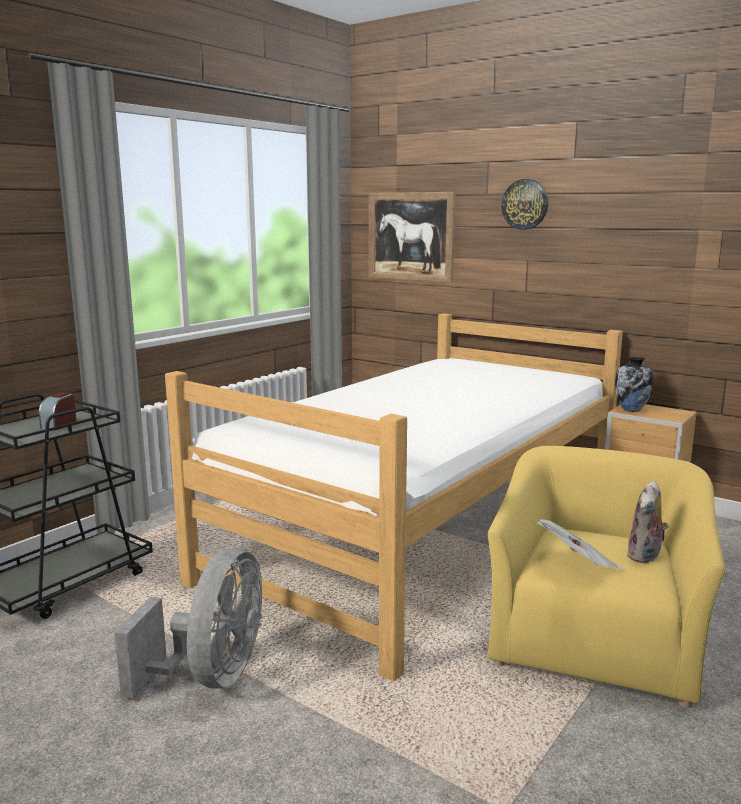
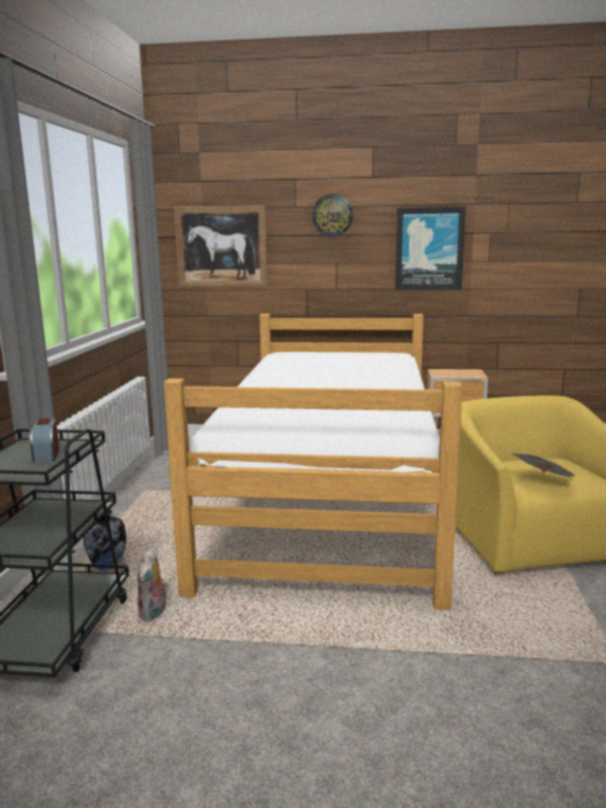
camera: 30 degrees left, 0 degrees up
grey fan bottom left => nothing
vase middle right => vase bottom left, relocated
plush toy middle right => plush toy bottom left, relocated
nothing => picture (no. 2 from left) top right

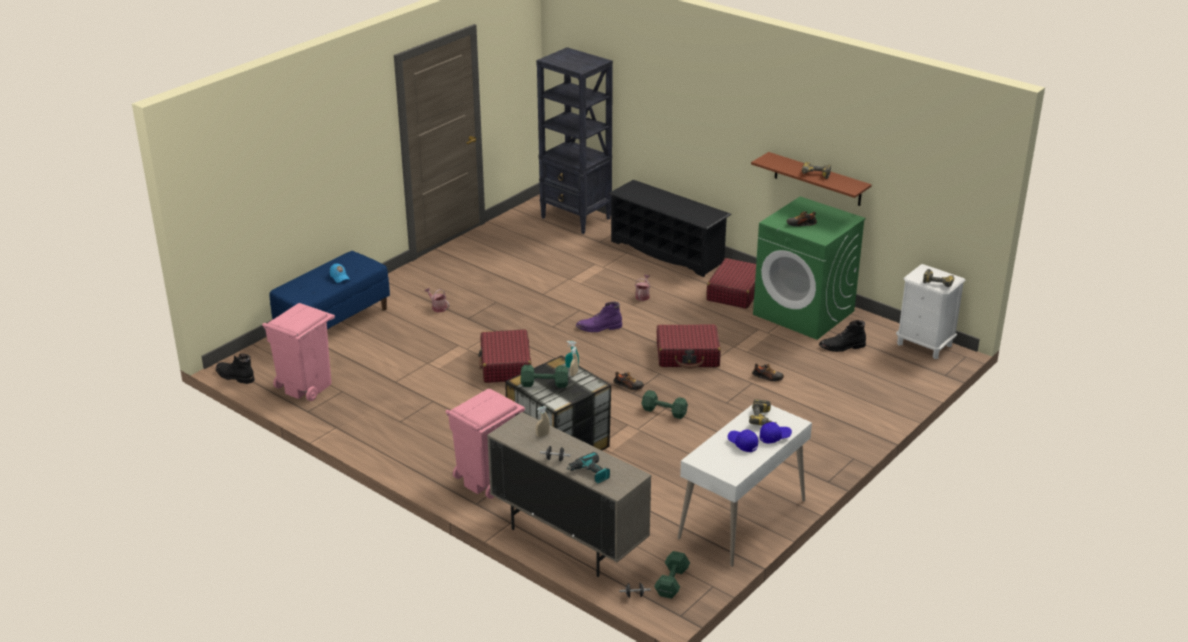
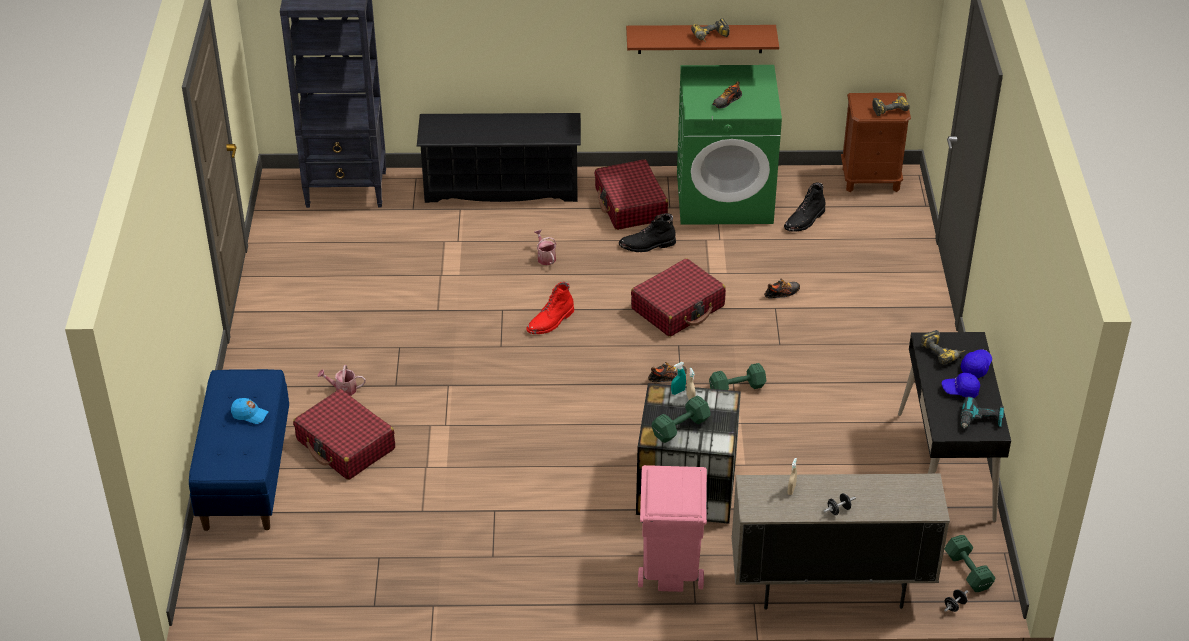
camera: 40 degrees left, 10 degrees up
black boot (no. 1 from left) middle left => black boot (no. 1 from left) centre, relocated
pink trash can (no. 1 from left) middle left => nothing
red suitcase (no. 1 from left) centre => red suitcase (no. 1 from left) bottom left, relocated
power drill (no. 1 from left in the first image) bottom centre => power drill (no. 4 from left) middle right, relocated
purple boot centre => red boot centre
white desk bottom centre => black desk middle right
white nightstand middle right => brown nightstand top right

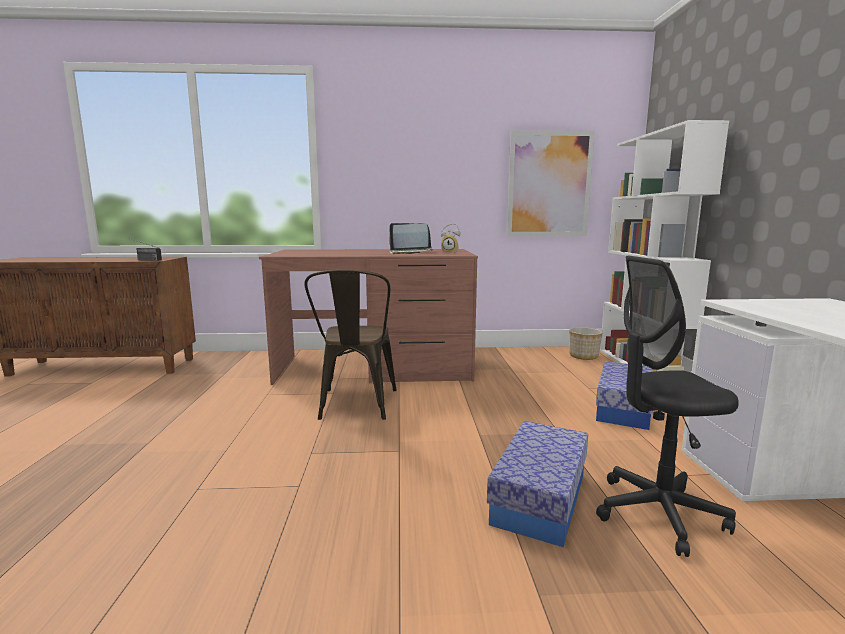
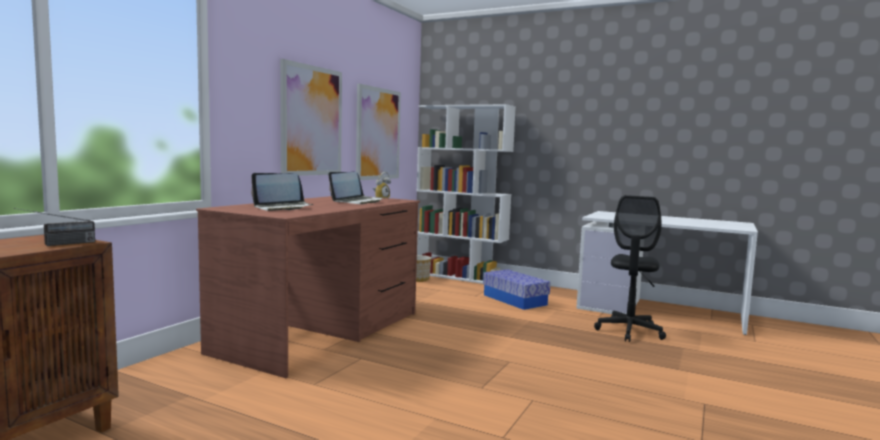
camera: 60 degrees left, 5 degrees down
brown chair centre => nothing
storage box (no. 1 from left) bottom centre => nothing
nothing => laptop (no. 1 from left) middle left
nothing => picture (no. 1 from left) top centre

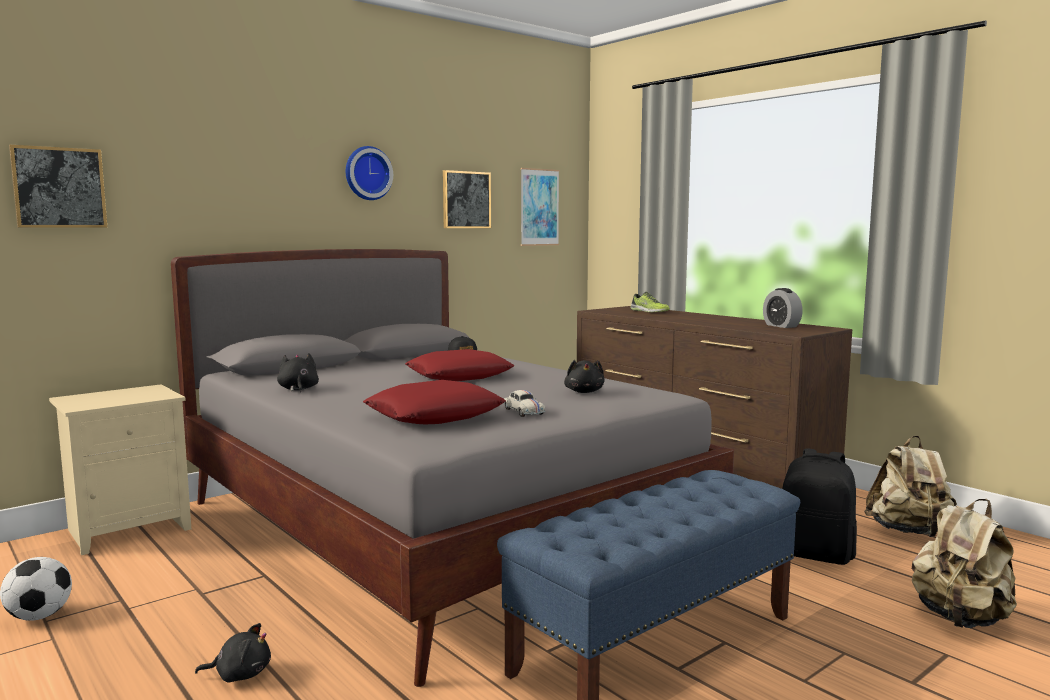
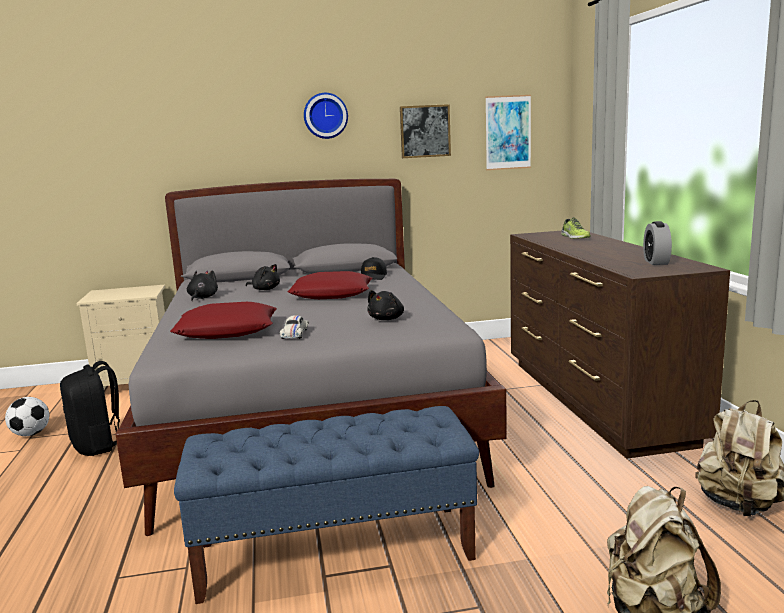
camera: 30 degrees right, 5 degrees up
picture (no. 1 from left) top left => nothing
black plush toy (no. 1 from left in the first image) bottom left => black plush toy (no. 2 from left) centre, relocated
black backpack bottom right => black backpack middle left, relocated

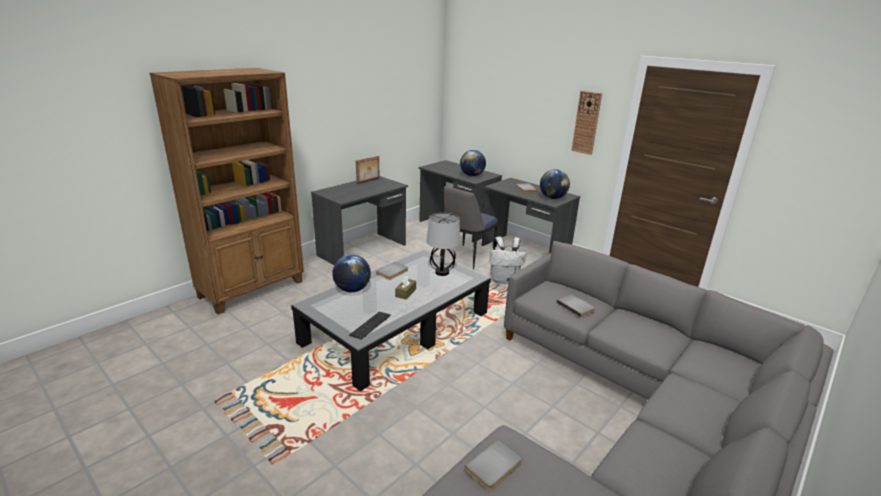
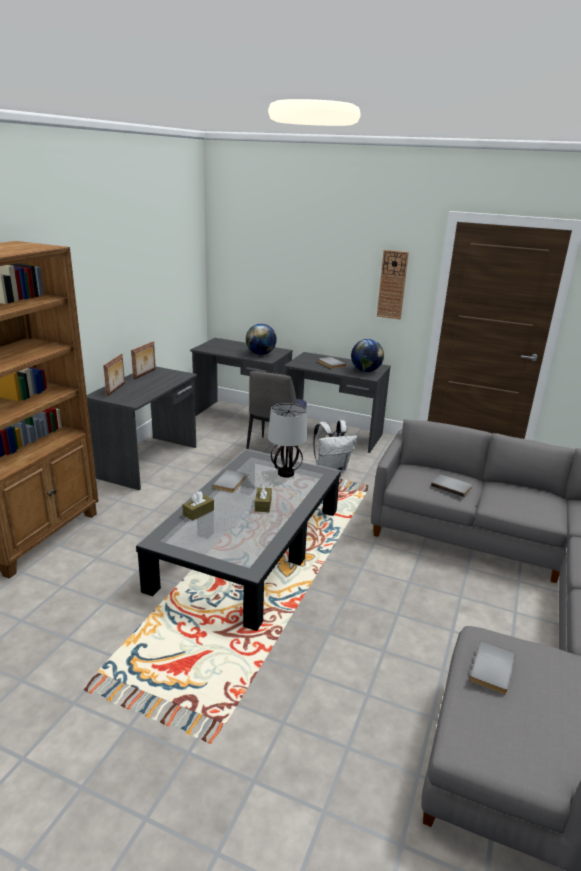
camera: 20 degrees left, 0 degrees up
globe (no. 1 from left) centre => brown tissue box (no. 1 from left) centre
keyboard centre => nothing
nothing => picture frame (no. 1 from left) middle left

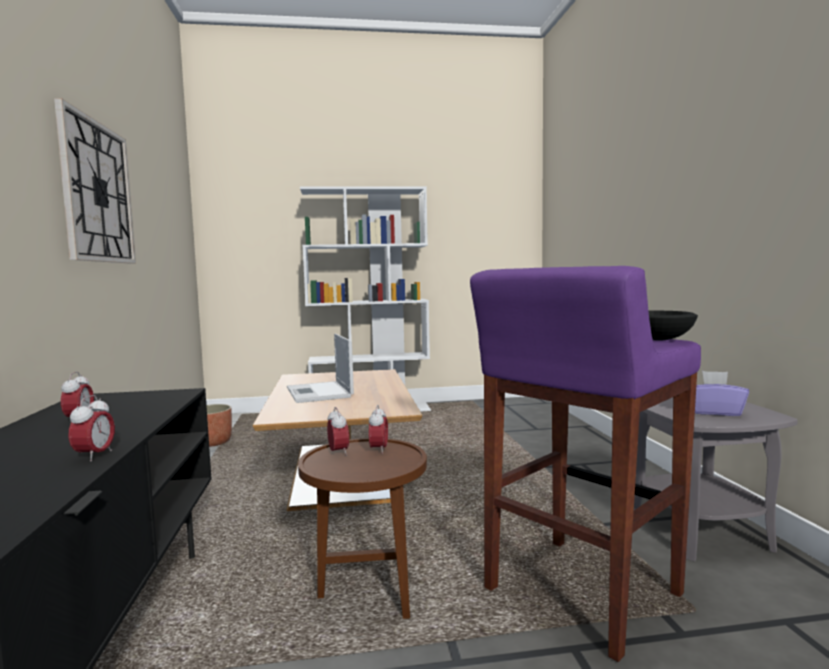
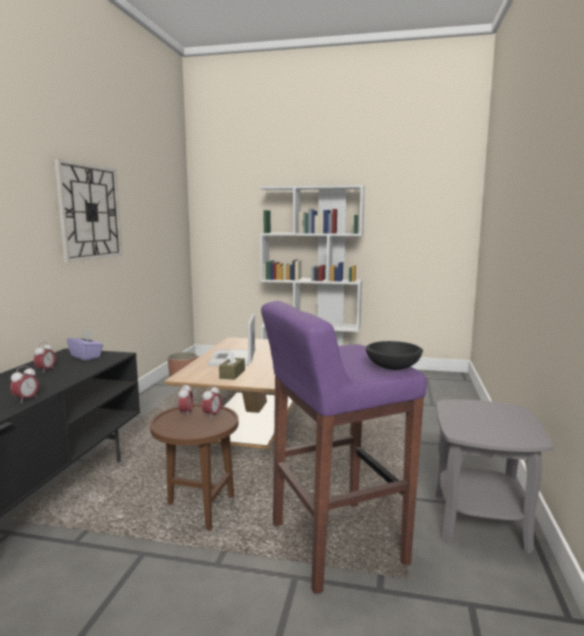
camera: 20 degrees right, 5 degrees up
purple tissue box middle right => purple tissue box middle left, relocated
nothing => brown tissue box centre

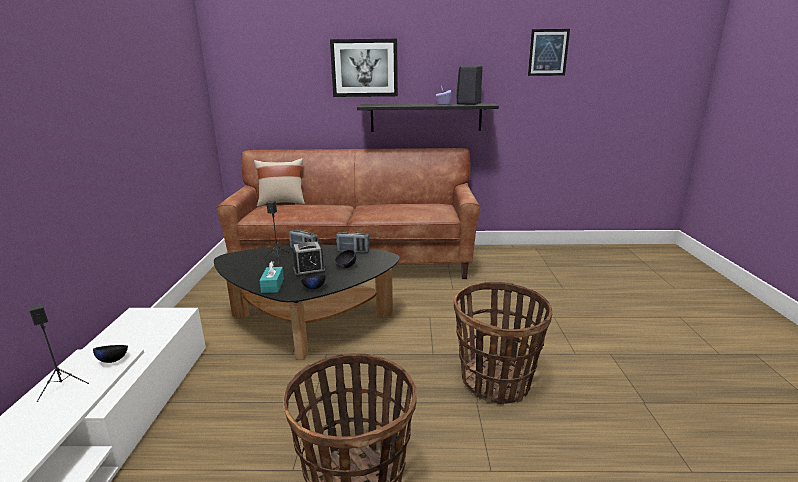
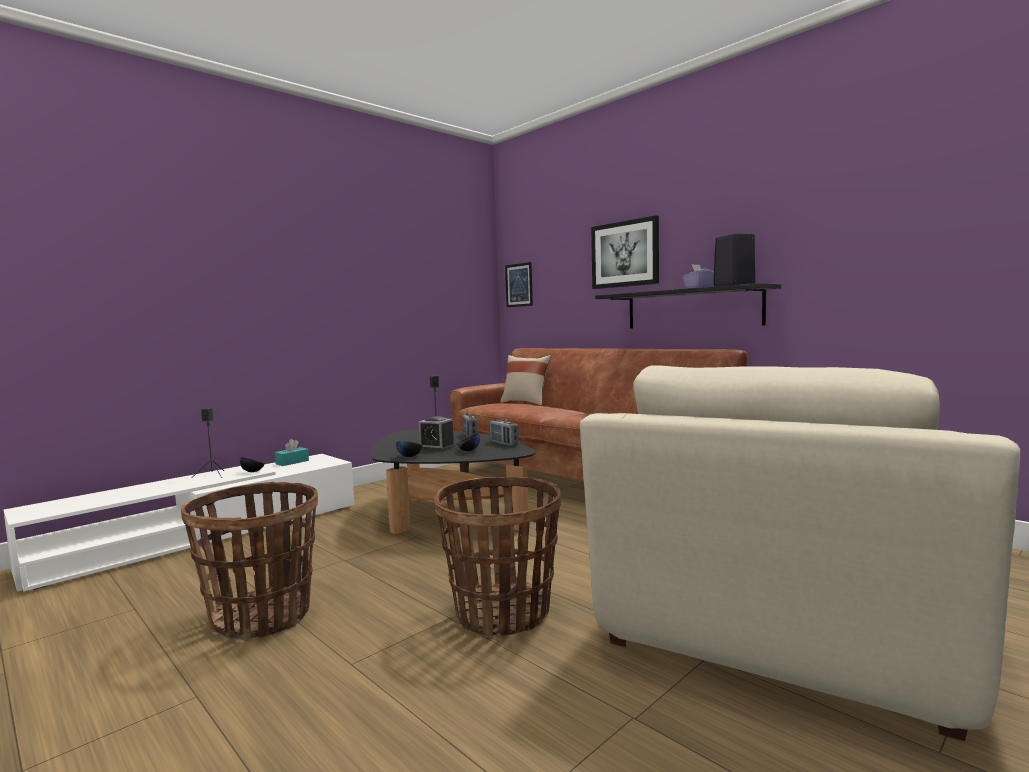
camera: 45 degrees right, 15 degrees down
turquoise tissue box centre => turquoise tissue box middle left, relocated
picture (no. 2 from left in the first image) top right => picture (no. 1 from left) centre, relocated
nothing => beige armchair bottom right

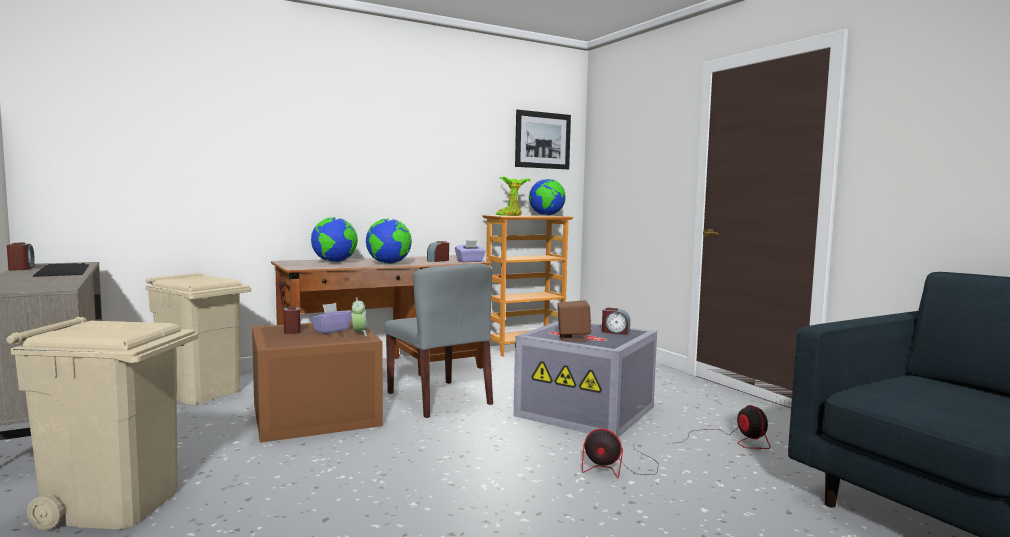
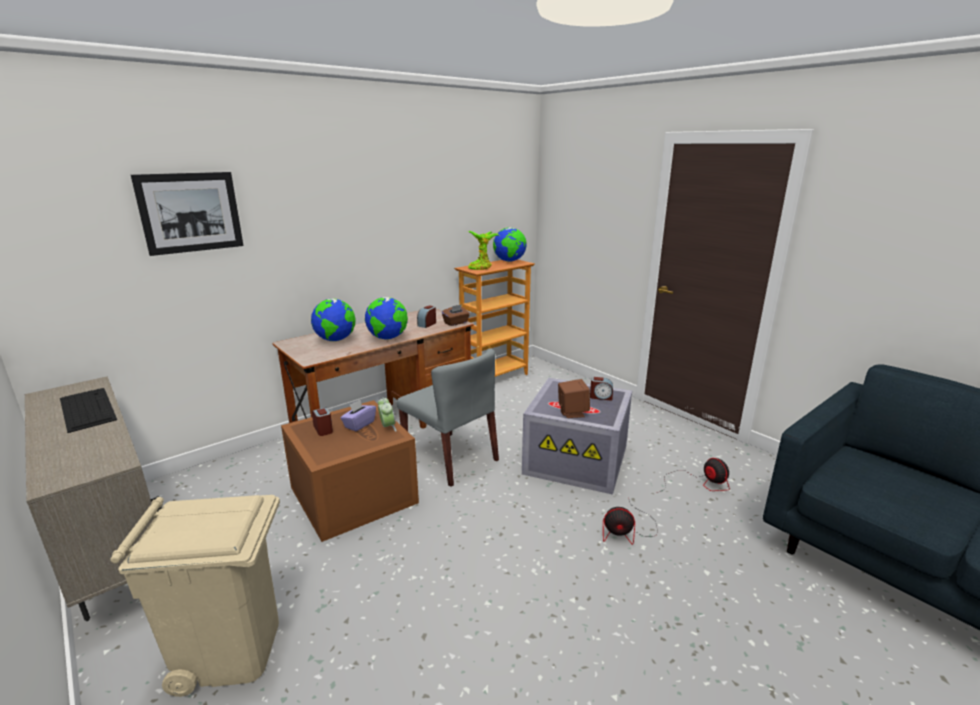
camera: 10 degrees left, 15 degrees up
alarm clock (no. 1 from left) middle left => nothing
beige trash can (no. 2 from left) middle left => nothing
purple tissue box (no. 2 from left) centre => brown tissue box centre
picture top centre => picture top left, relocated

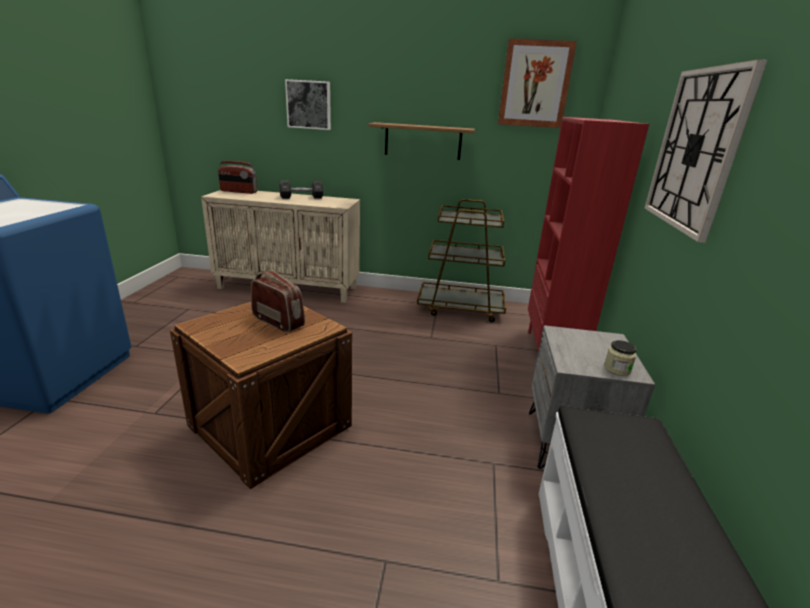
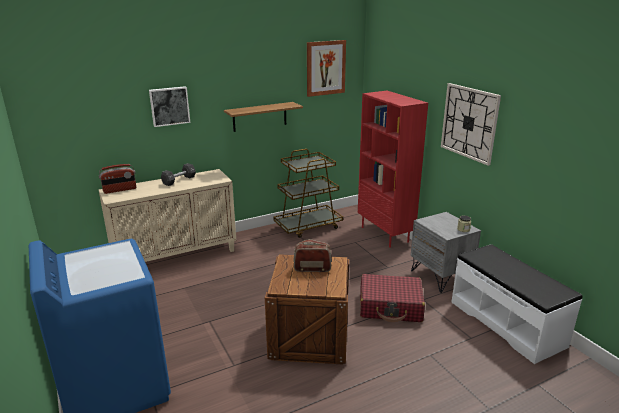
camera: 35 degrees left, 0 degrees up
nothing => red suitcase bottom centre

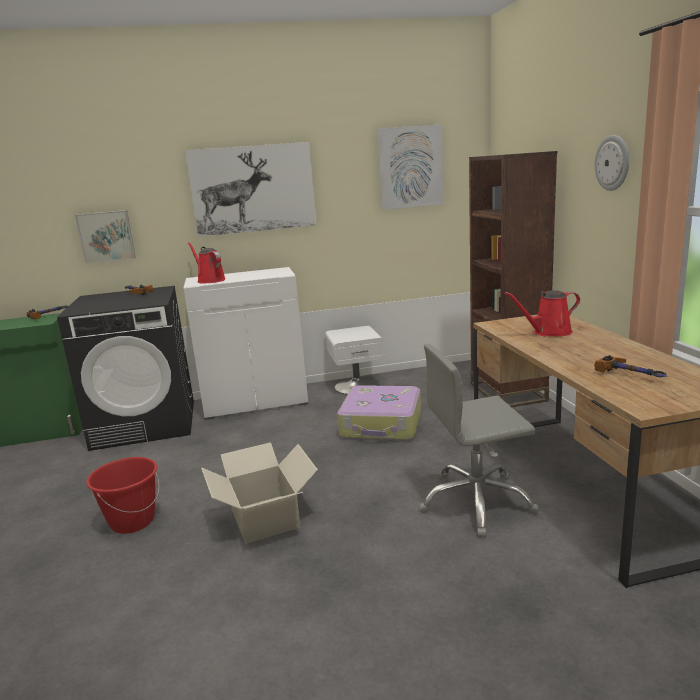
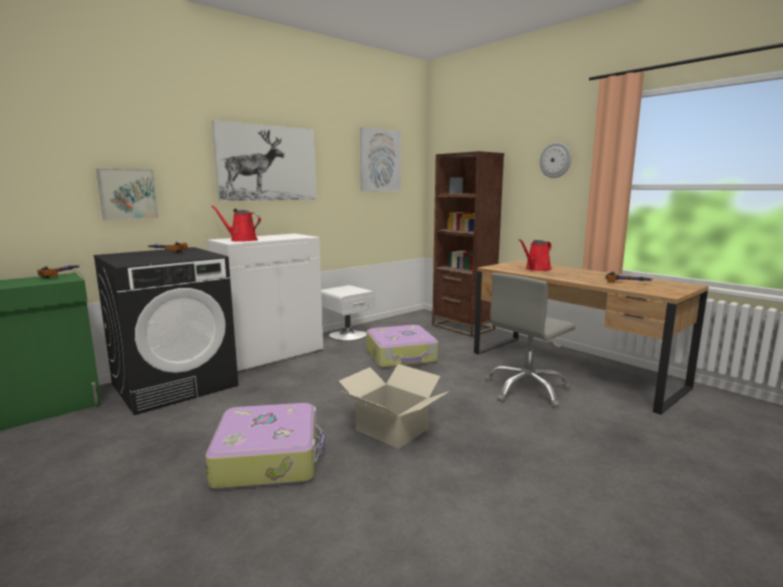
camera: 30 degrees left, 5 degrees down
red bucket bottom left => suitcase (no. 1 from left) bottom centre

